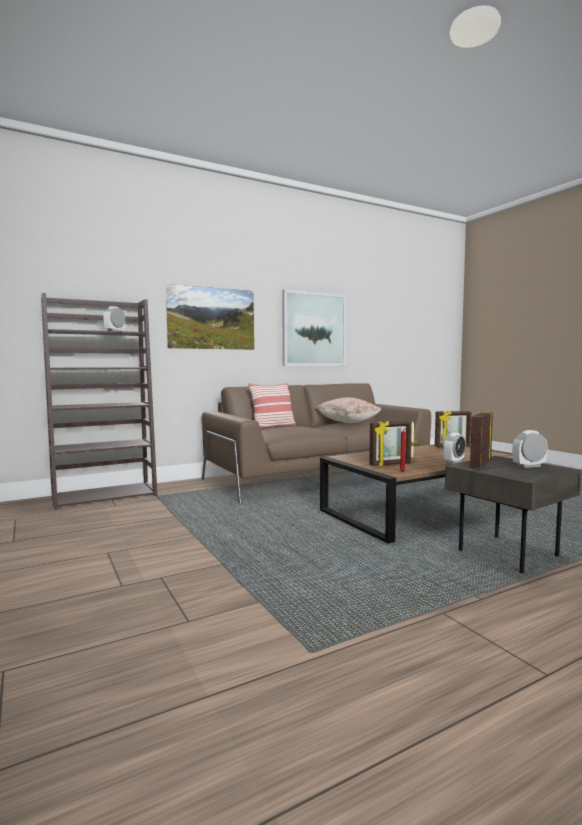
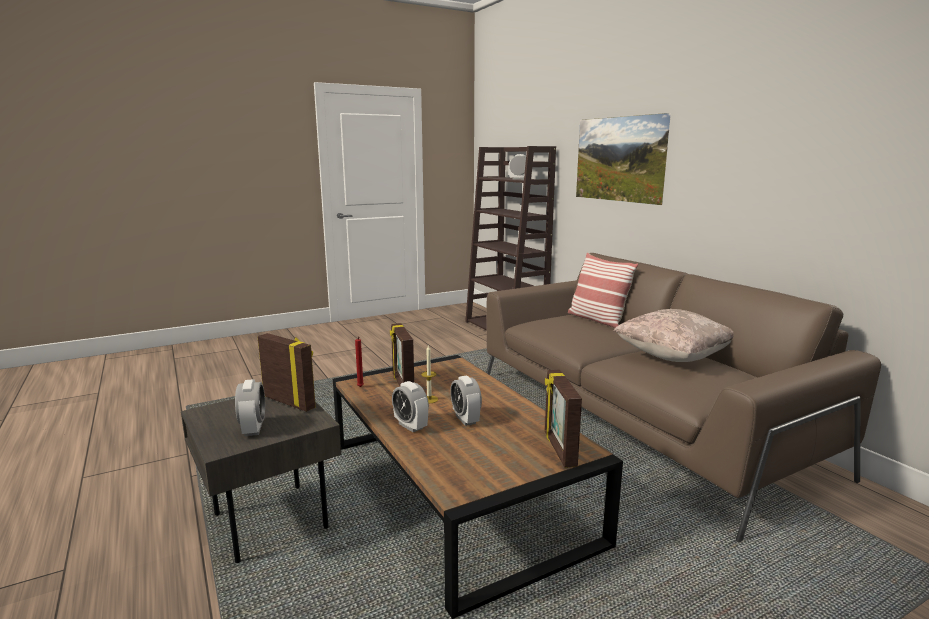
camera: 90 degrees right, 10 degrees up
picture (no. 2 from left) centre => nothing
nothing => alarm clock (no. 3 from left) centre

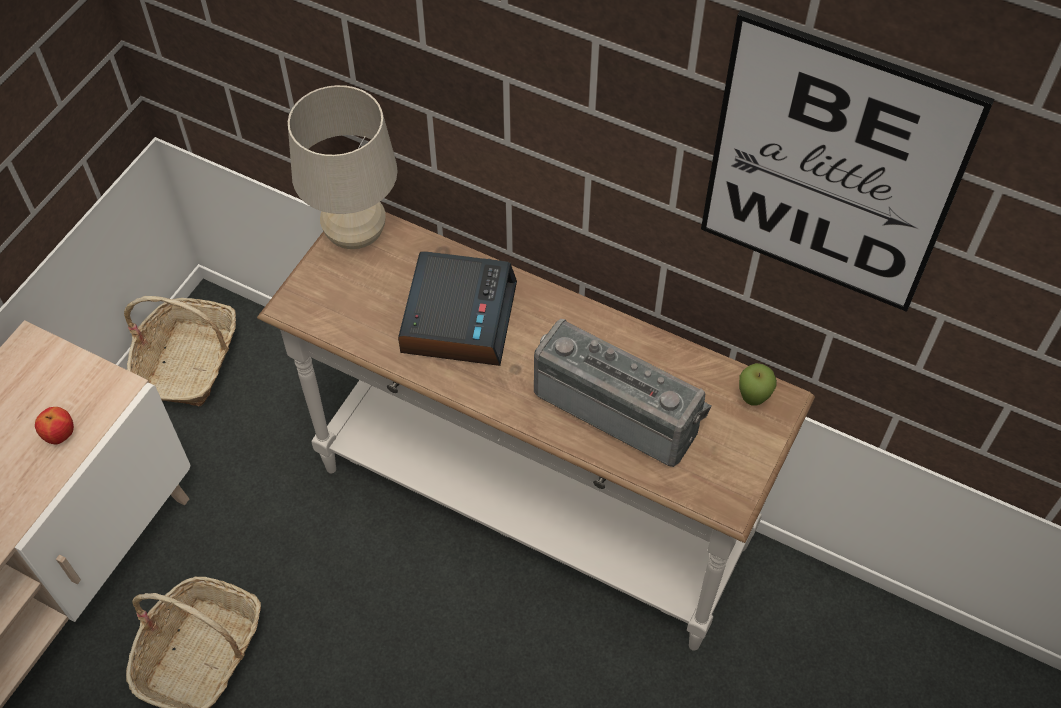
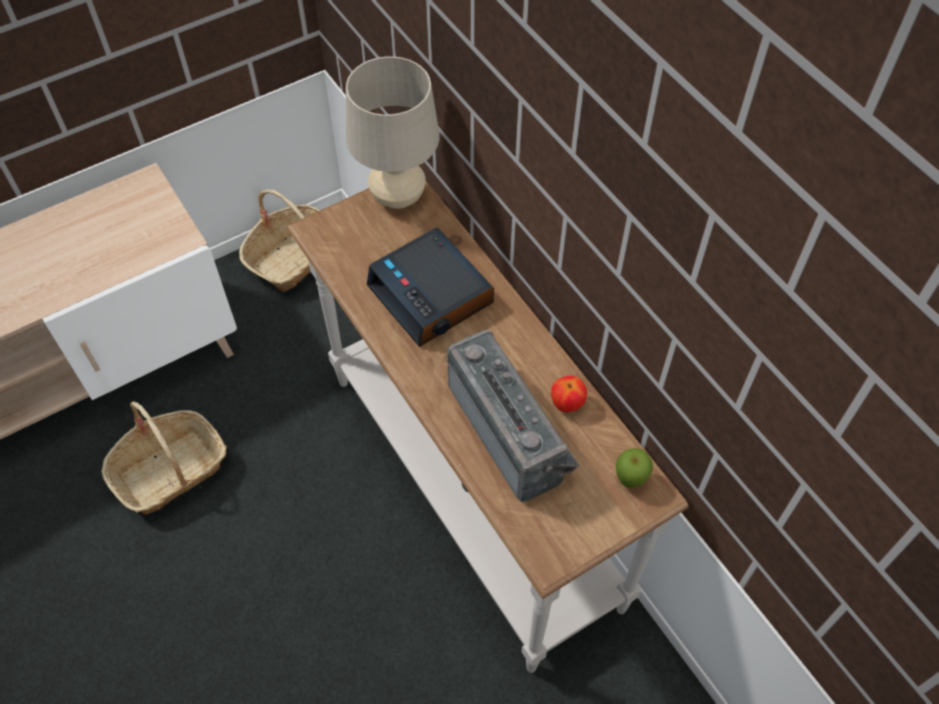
camera: 30 degrees right, 0 degrees up
apple (no. 1 from left) middle left => apple (no. 1 from left) centre, relocated
alarm clock centre, 105 degrees clockwise
picture top right => nothing

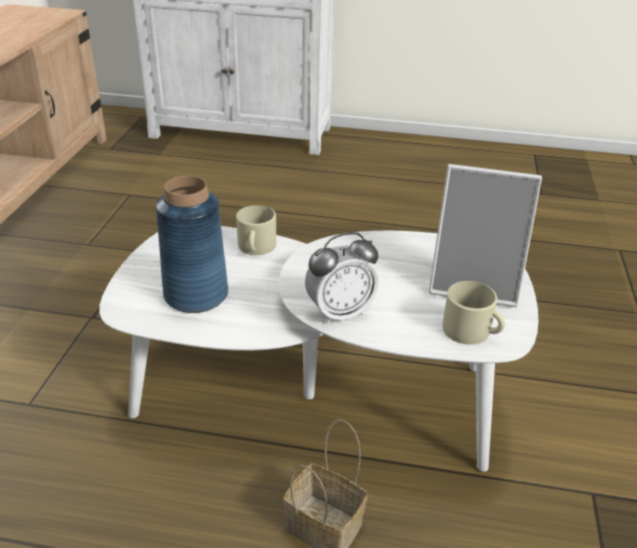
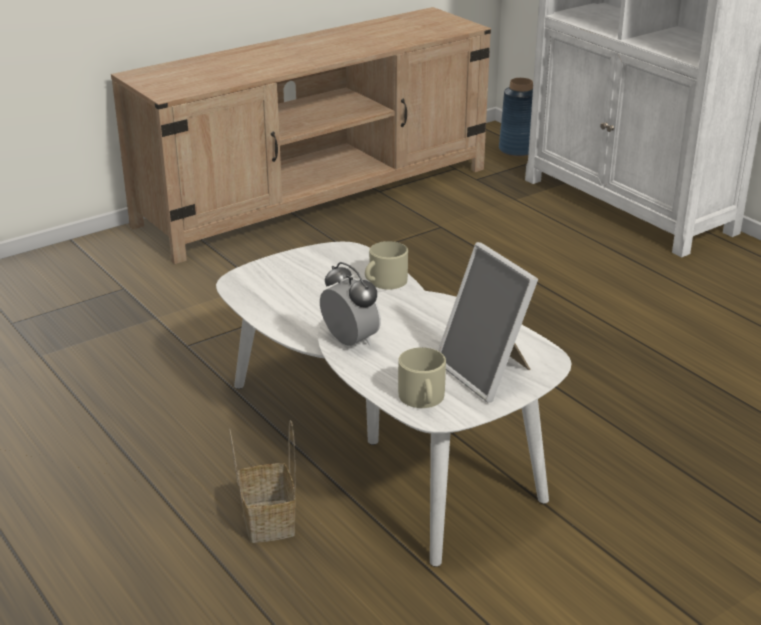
camera: 45 degrees right, 5 degrees down
blue vase middle left => blue vase top right, relocated
alarm clock centre, 150 degrees counterclockwise

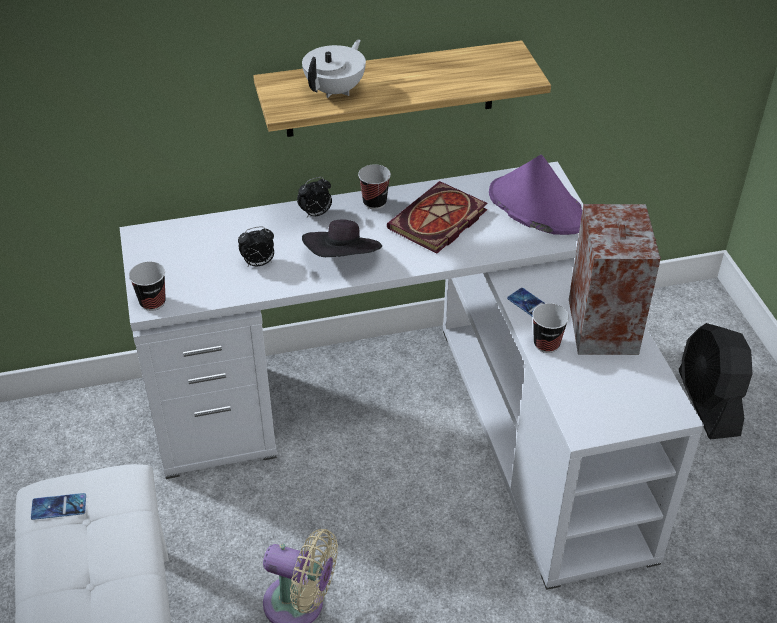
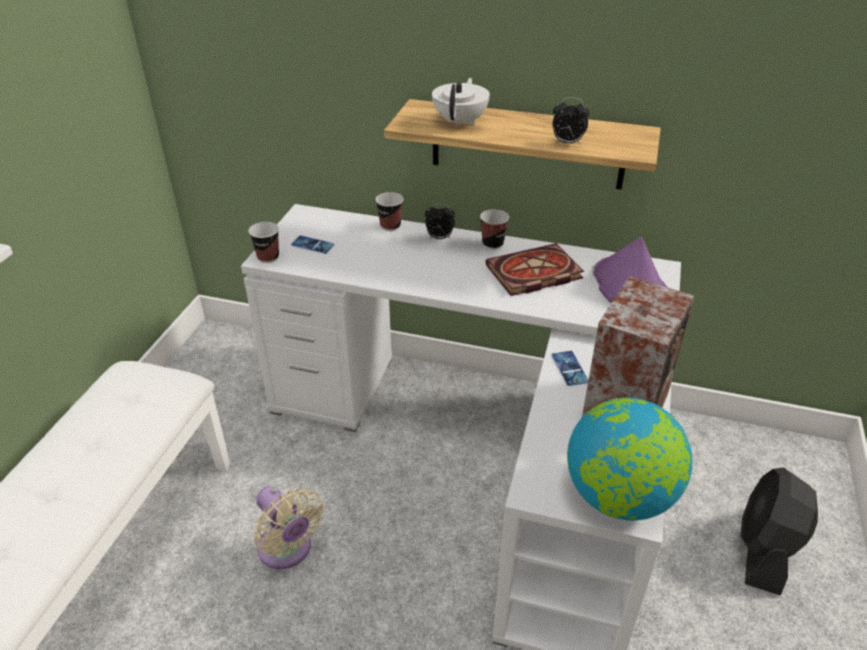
camera: 30 degrees right, 5 degrees down
phone (no. 1 from left) bottom left => phone (no. 1 from left) centre, relocated
alarm clock (no. 1 from left in the first image) middle left => alarm clock (no. 2 from left) top centre, relocated
white teapot top centre, 45 degrees counterclockwise
black hat centre => nothing
cup (no. 3 from left in the first image) middle right => cup (no. 2 from left) top centre, relocated
nothing => globe bottom right

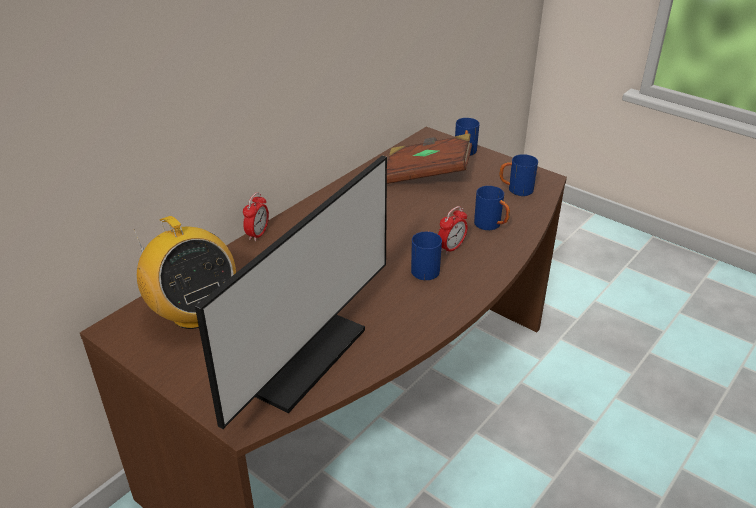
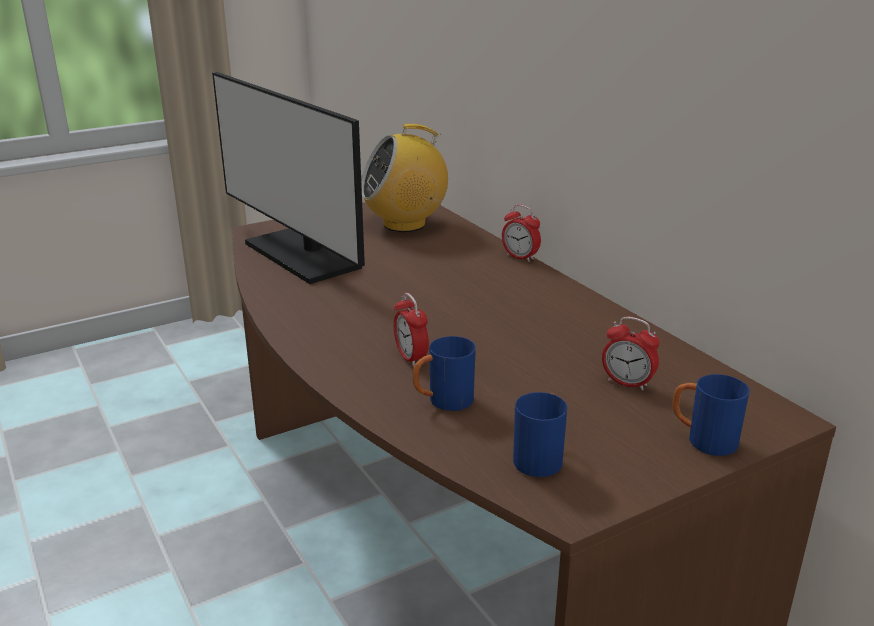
camera: 110 degrees right, 10 degrees down
brown book top centre => alarm clock (no. 3 from left) middle right
blue mug (no. 1 from left) centre => nothing

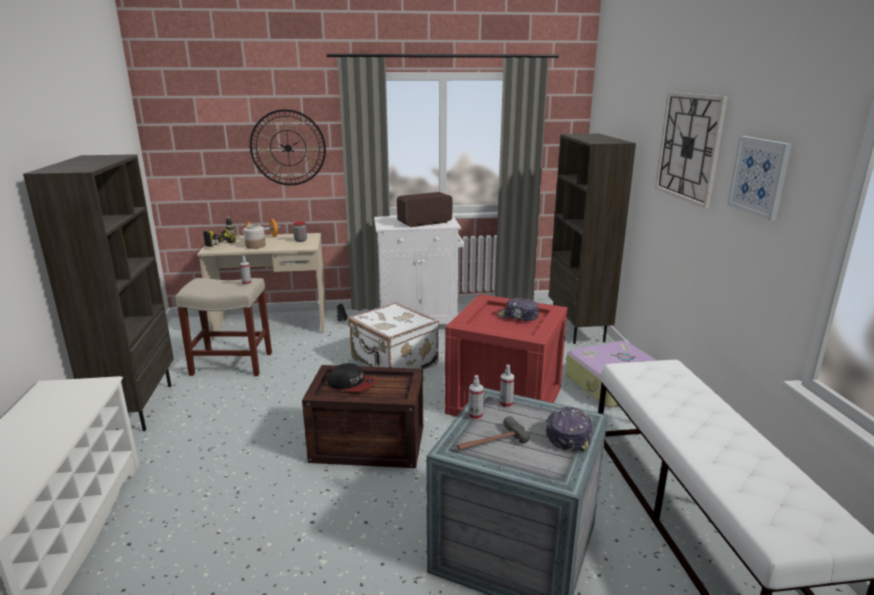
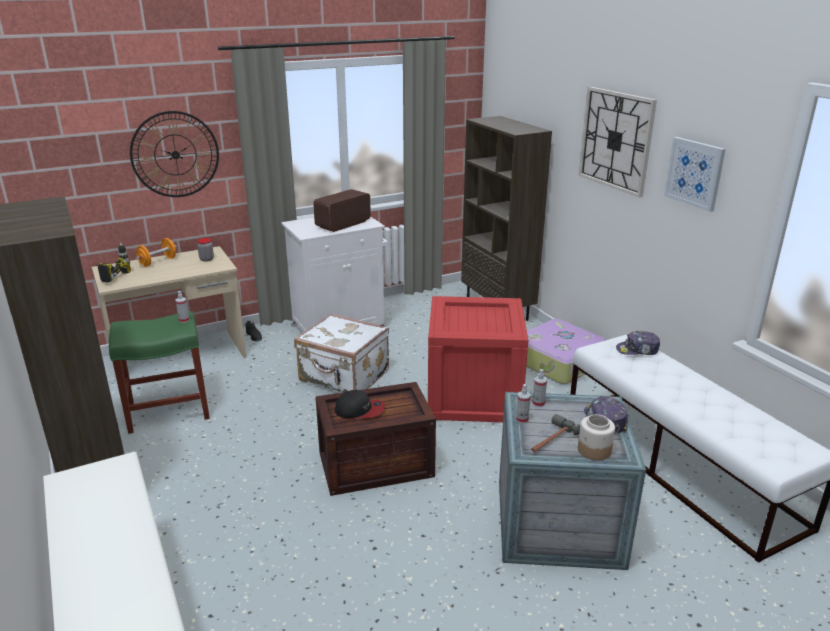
camera: 20 degrees left, 5 degrees up
beige stool middle left => green stool middle left
jar (no. 1 from left in the first image) middle left => jar (no. 2 from left) bottom right, relocated
cap (no. 2 from left in the first image) centre => cap (no. 3 from left) middle right, relocated

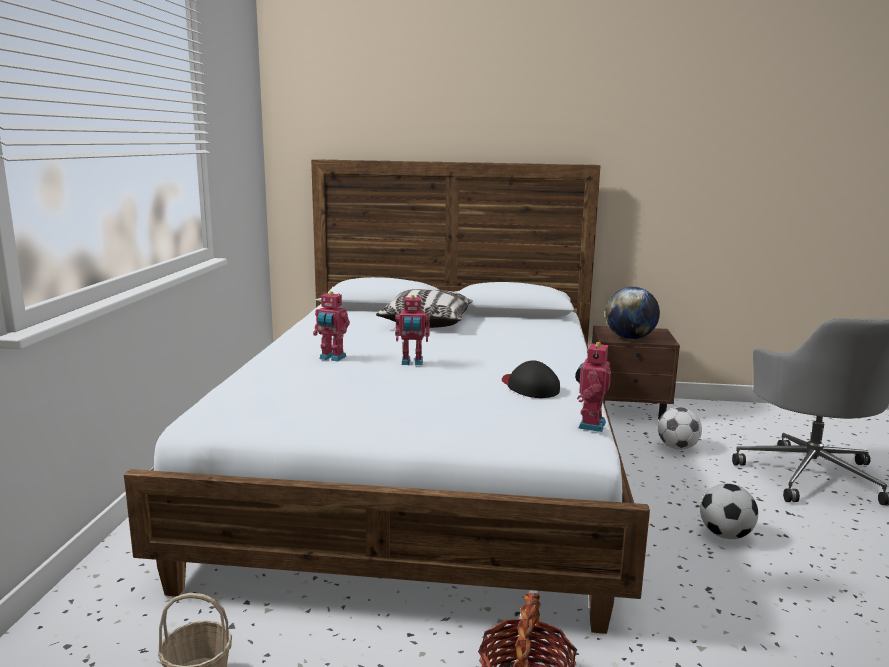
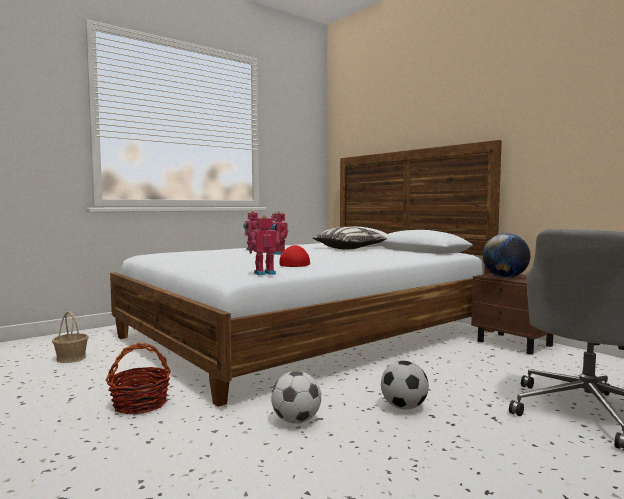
camera: 45 degrees right, 10 degrees down
black cap centre => red cap centre
football (no. 1 from left) middle right => football (no. 1 from left) bottom centre, relocated

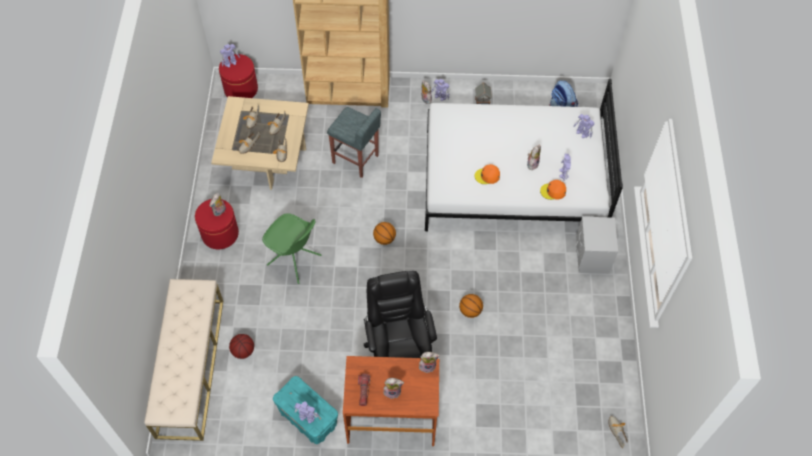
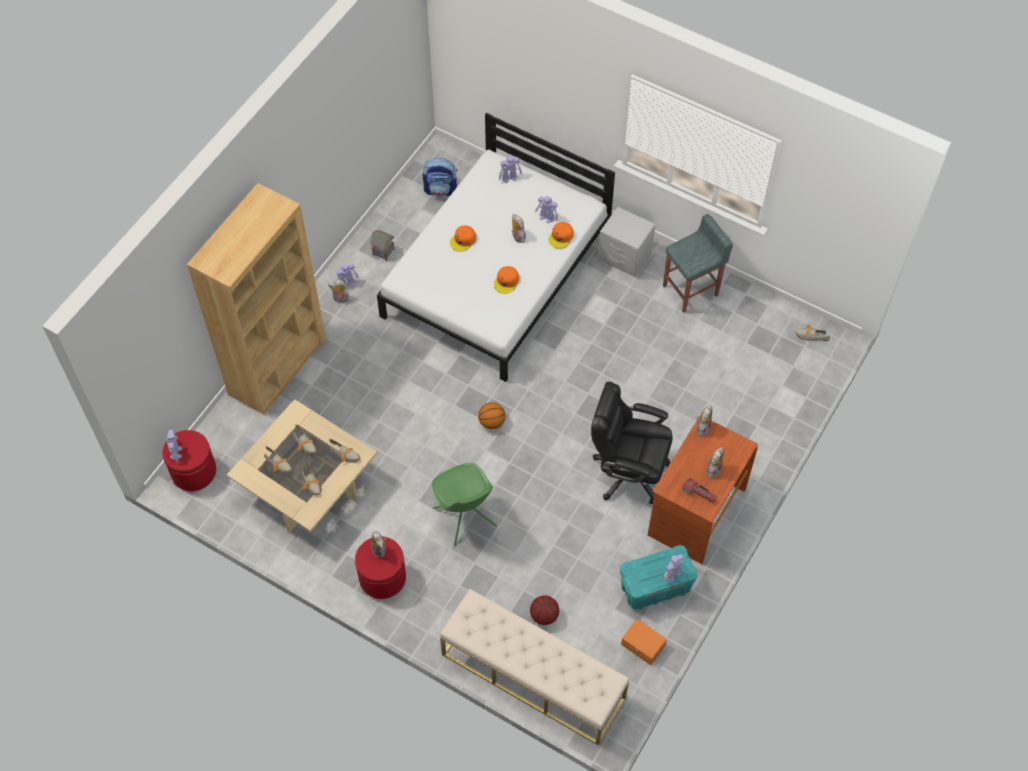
camera: 60 degrees left, 0 degrees up
green chair centre, 90 degrees clockwise
grey stool top centre => grey stool middle right, relocated
basketball (no. 3 from left) bottom centre => nothing
nothing => orange cap (no. 1 from left) top centre
nothing => orange storage box bottom centre

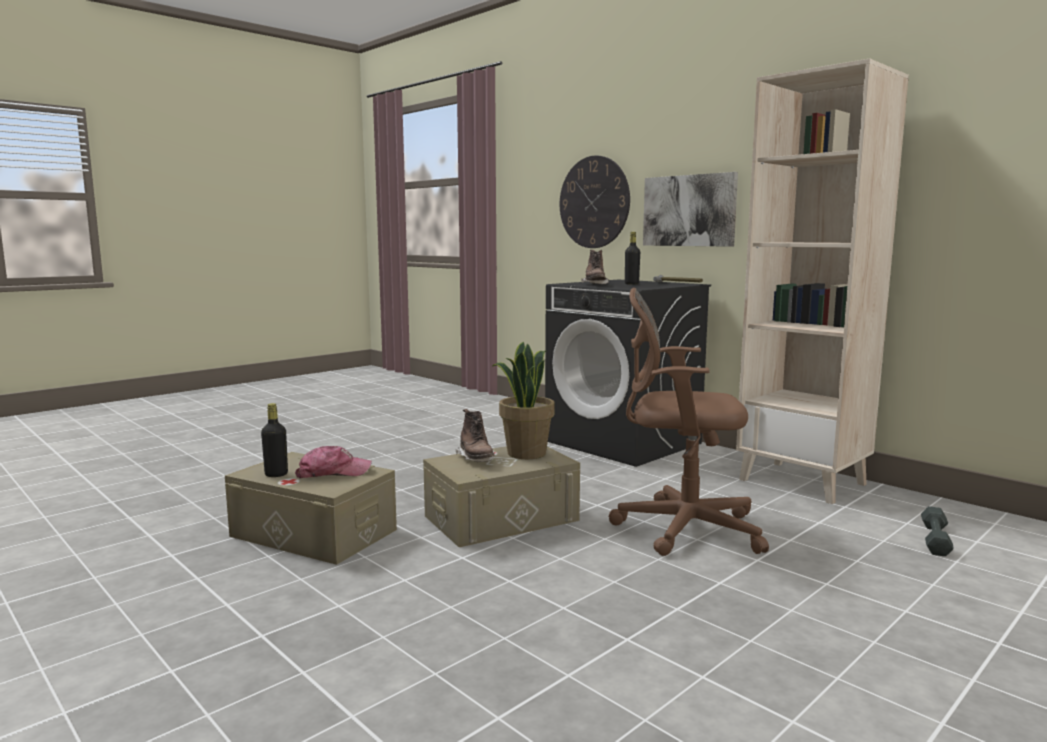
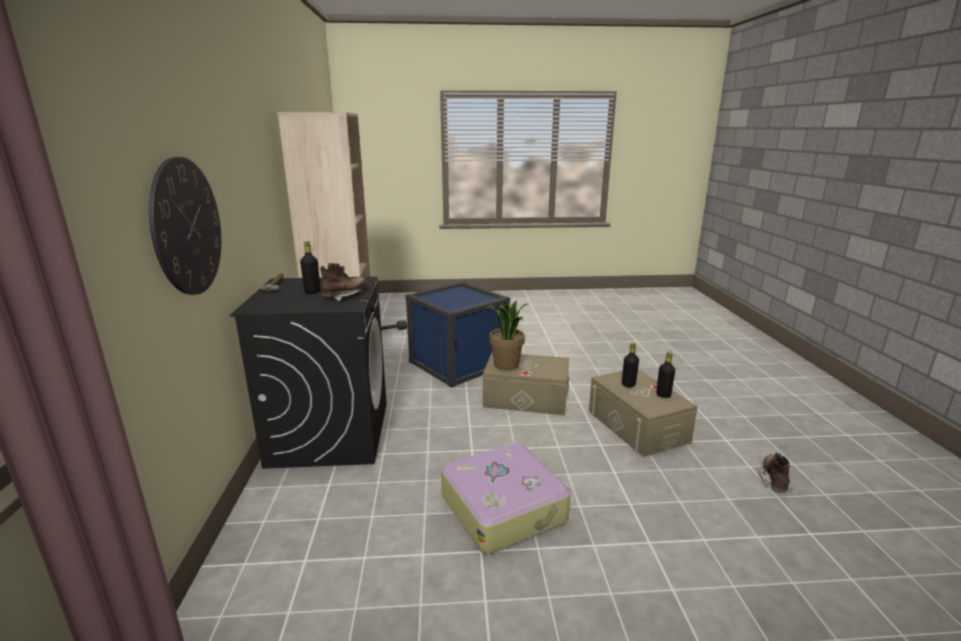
camera: 140 degrees left, 10 degrees up
cap middle left => black bottle (no. 2 from left) centre
brown boot (no. 1 from left in the first image) centre => brown boot (no. 2 from left) bottom right, relocated
brown office chair centre => blue storage box centre
picture top centre => nothing
nothing => suitcase bottom centre

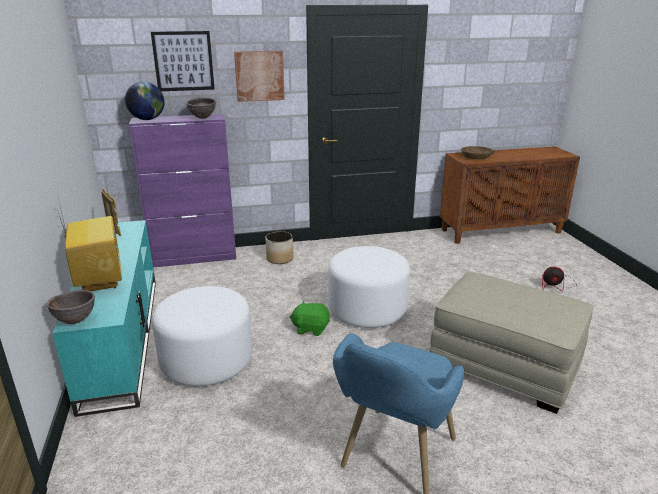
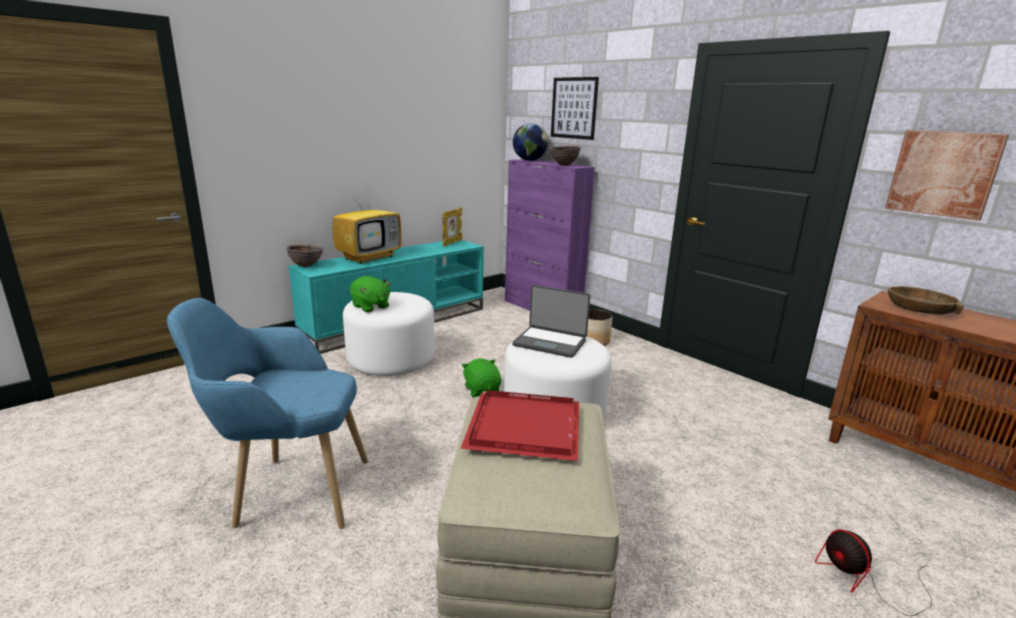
camera: 60 degrees right, 5 degrees down
picture (no. 2 from left) top centre => picture (no. 2 from left) top right, relocated
nothing => green plush toy (no. 1 from left) centre
nothing => red tray bottom centre
nothing => laptop centre

